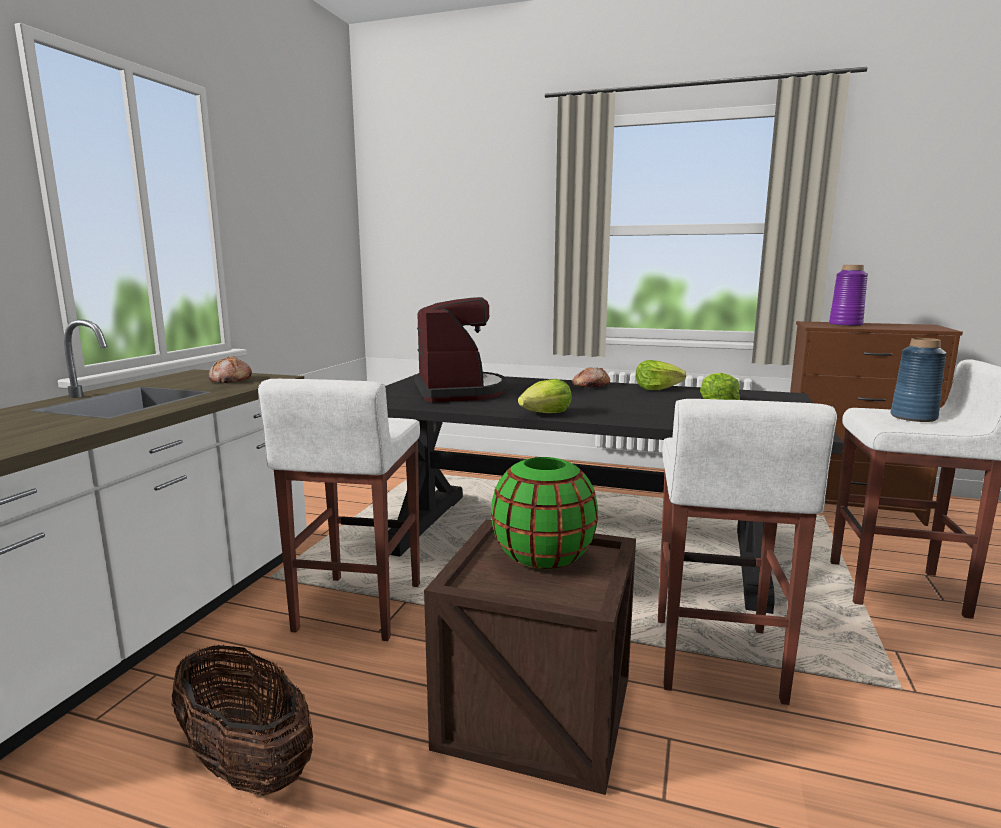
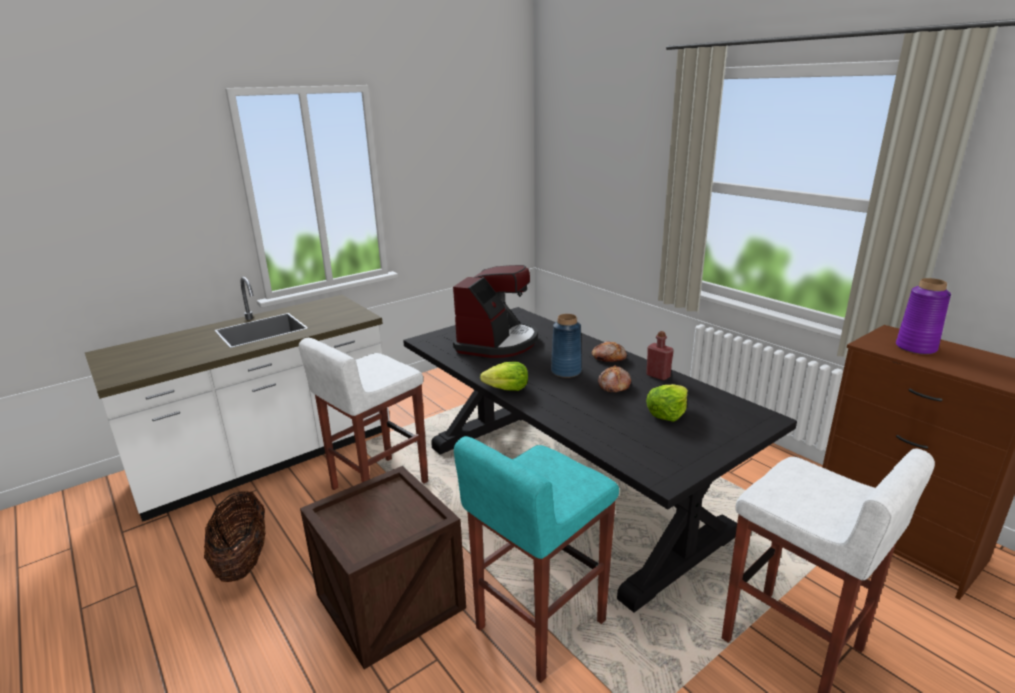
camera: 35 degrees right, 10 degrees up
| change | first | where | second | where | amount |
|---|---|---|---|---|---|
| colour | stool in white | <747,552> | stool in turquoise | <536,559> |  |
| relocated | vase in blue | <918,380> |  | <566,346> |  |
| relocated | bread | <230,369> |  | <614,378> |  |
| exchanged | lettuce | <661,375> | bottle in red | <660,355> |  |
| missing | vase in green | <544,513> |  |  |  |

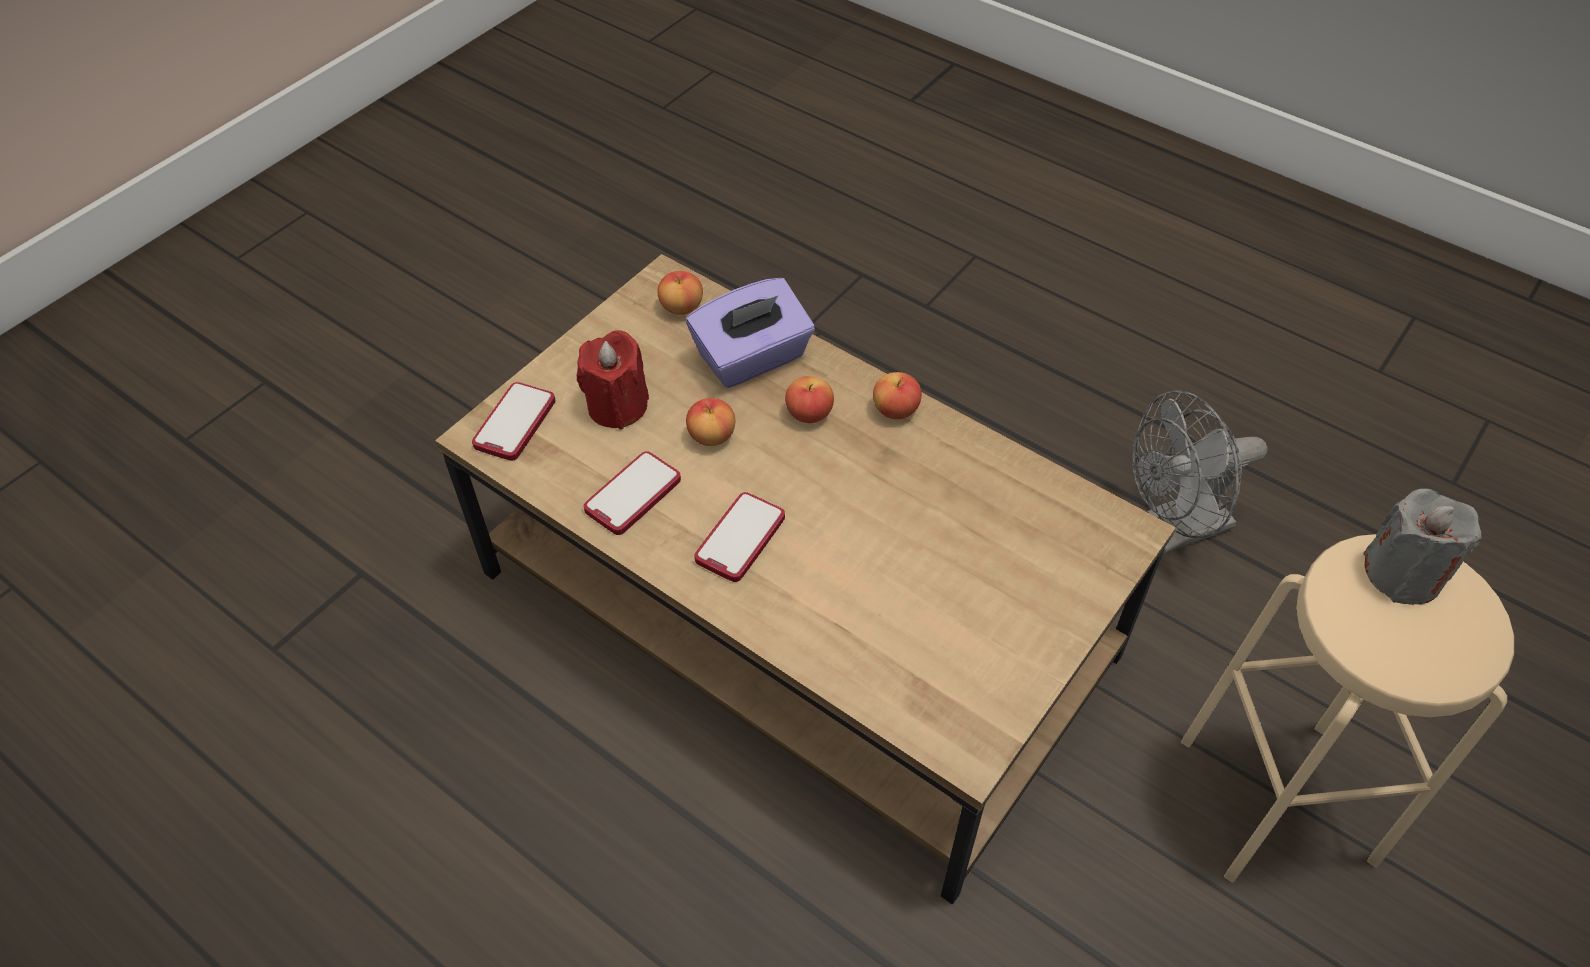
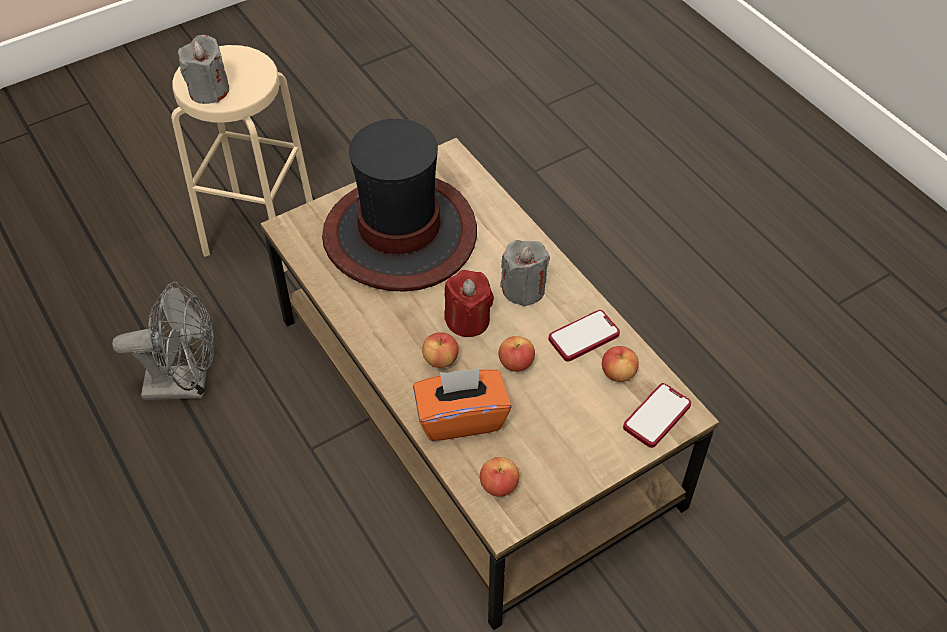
camera: 160 degrees left, 0 degrees up
| change | first | where | second | where | amount |
|---|---|---|---|---|---|
| appeared |  |  | hat | <399,205> |  |
| colour | tissue box in purple | <750,333> | tissue box in orange | <462,404> |  |
| relocated | candle in red | <613,380> |  | <469,303> |  |
| exchanged | phone | <739,537> | candle in grey | <525,273> |  |
| relocated | apple | <897,395> |  | <620,364> |  |

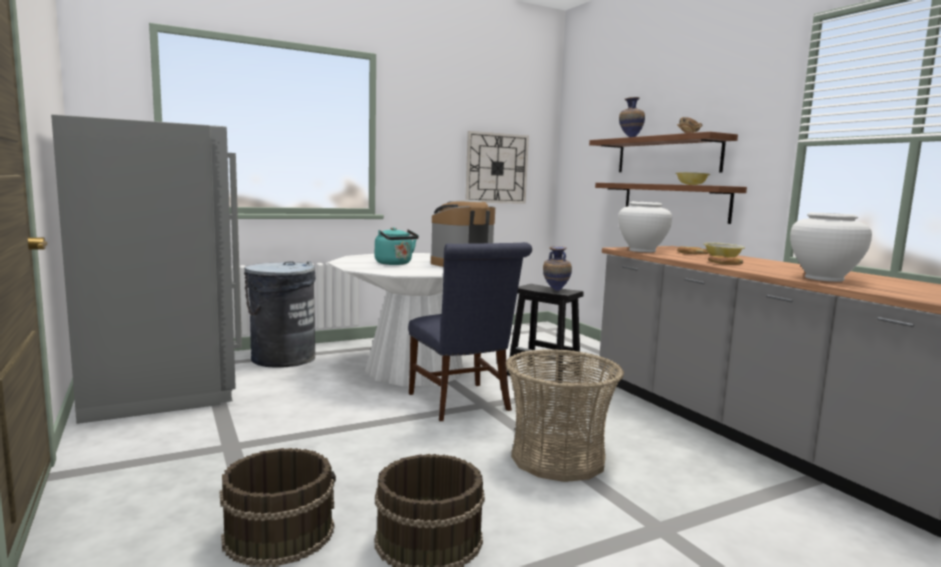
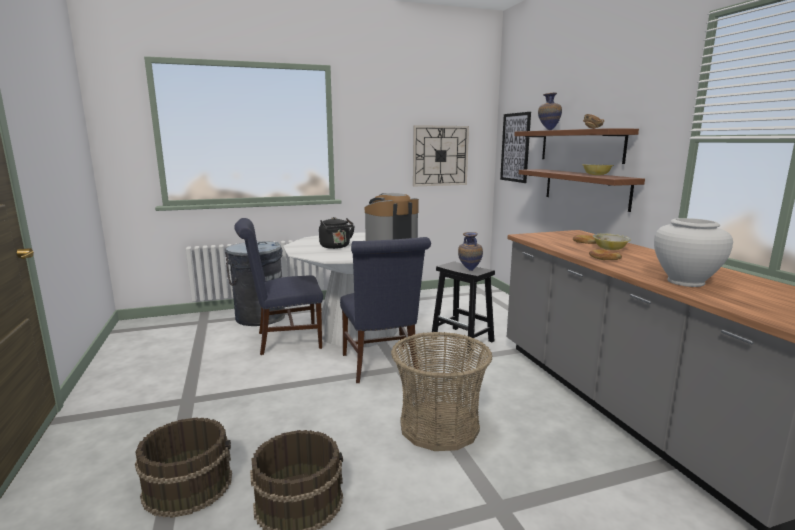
camera: 10 degrees right, 5 degrees up
| change | first | where | second | where | amount |
|---|---|---|---|---|---|
| appeared |  |  | chair in blue | <278,286> |  |
| colour | kettle in turquoise | <397,246> | kettle in black | <337,233> |  |
| appeared |  |  | picture | <515,147> |  |
| missing | fridge in grey | <146,269> |  |  |  |
| missing | vase in white | <645,226> |  |  |  |

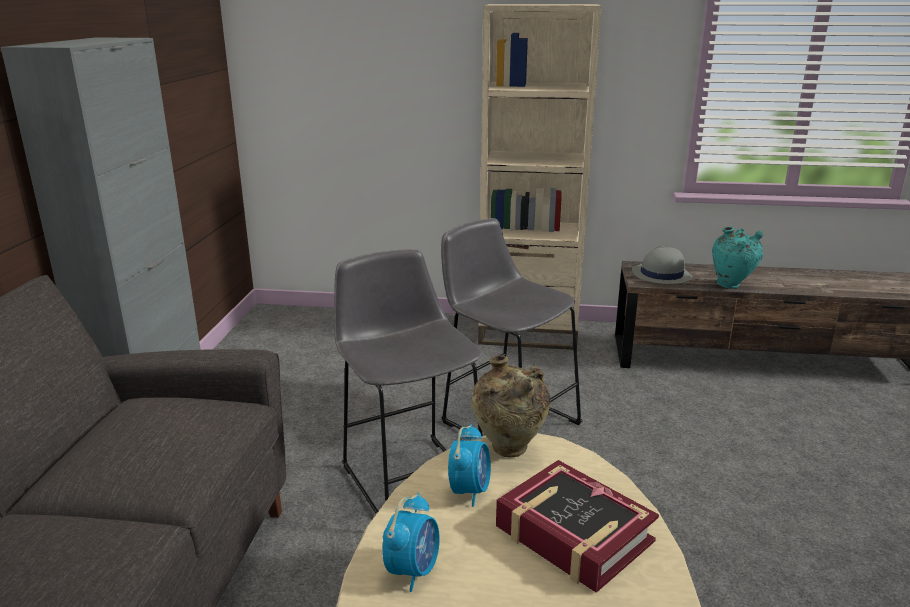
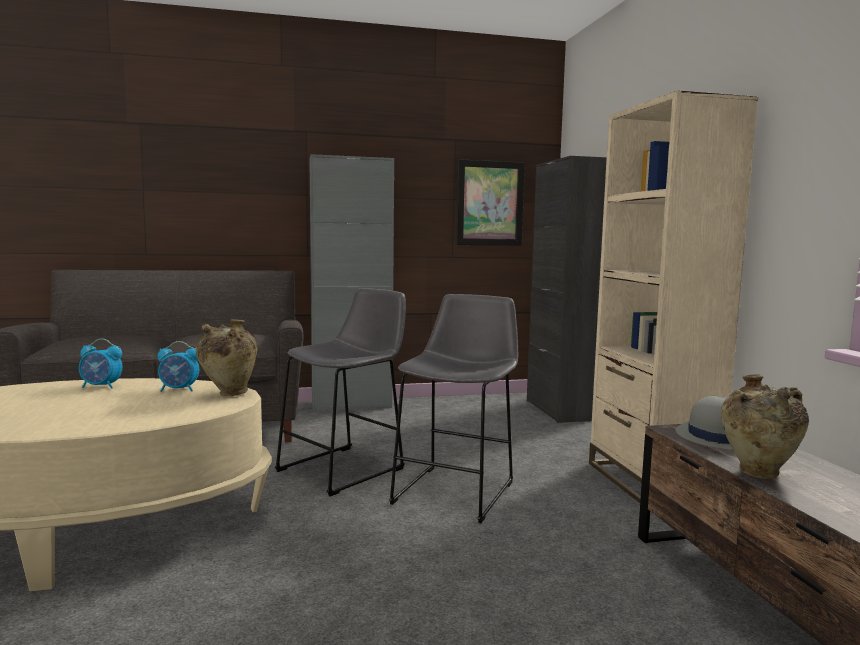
camera: 70 degrees right, 15 degrees down
| change | first | where | second | where | amount |
|---|---|---|---|---|---|
| appeared |  |  | picture | <490,202> |  |
| appeared |  |  | cabinet in black | <567,289> |  |
| colour | vase in turquoise | <737,258> | vase in beige | <765,426> |  |
| missing | book | <577,526> |  |  |  |

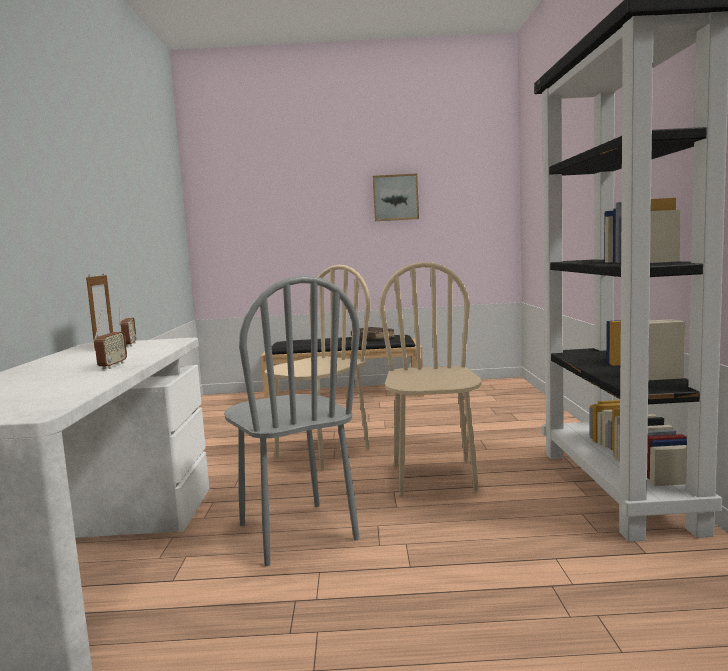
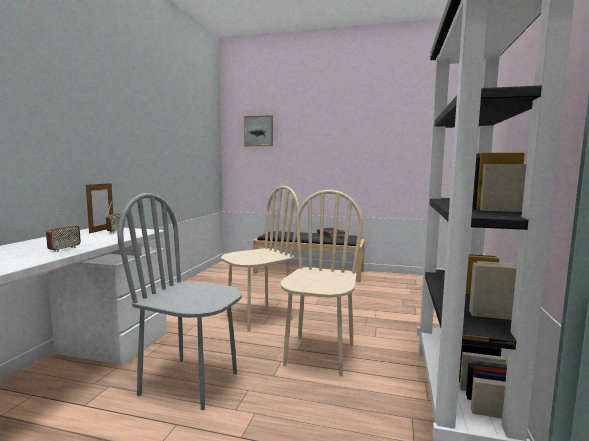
camera: 15 degrees right, 0 degrees up
| change | first | where | second | where | amount |
|---|---|---|---|---|---|
| spun | chair in grey | <292,420> |  | <179,301> | 120 degrees clockwise |
| relocated | picture | <396,197> |  | <258,130> |  |

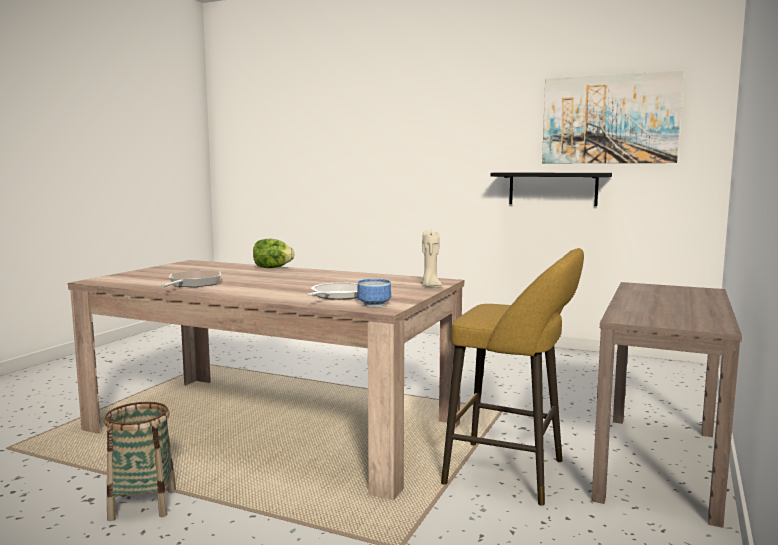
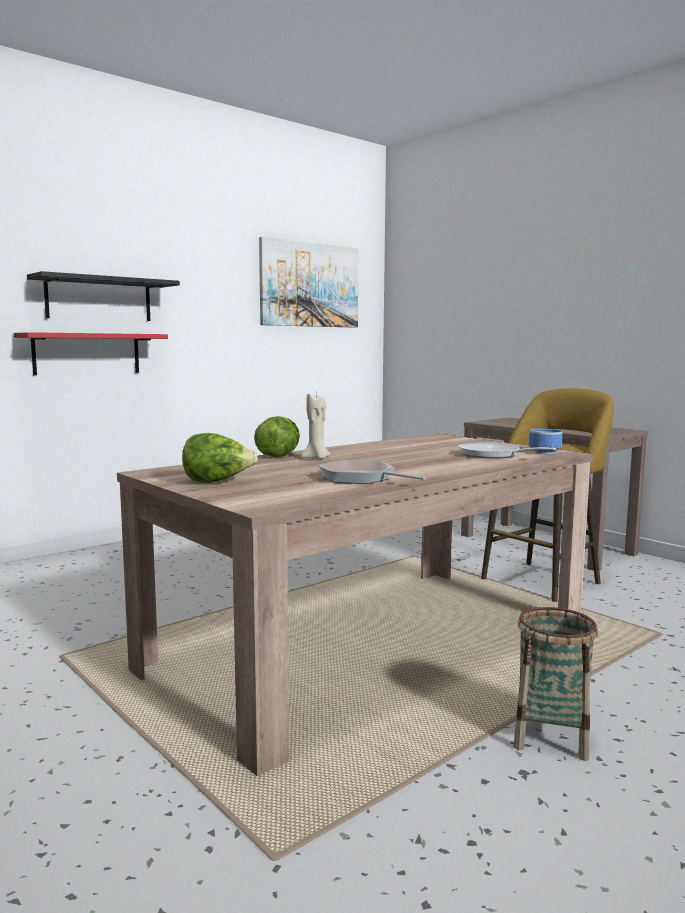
camera: 65 degrees left, 0 degrees up
| change | first | where | second | where | amount |
|---|---|---|---|---|---|
| appeared |  |  | shelf in red | <91,353> |  |
| relocated | shelf in black | <551,189> |  | <103,296> |  |
| appeared |  |  | lettuce | <220,458> |  |
| relocated | candle in beige | <431,258> |  | <316,426> |  |

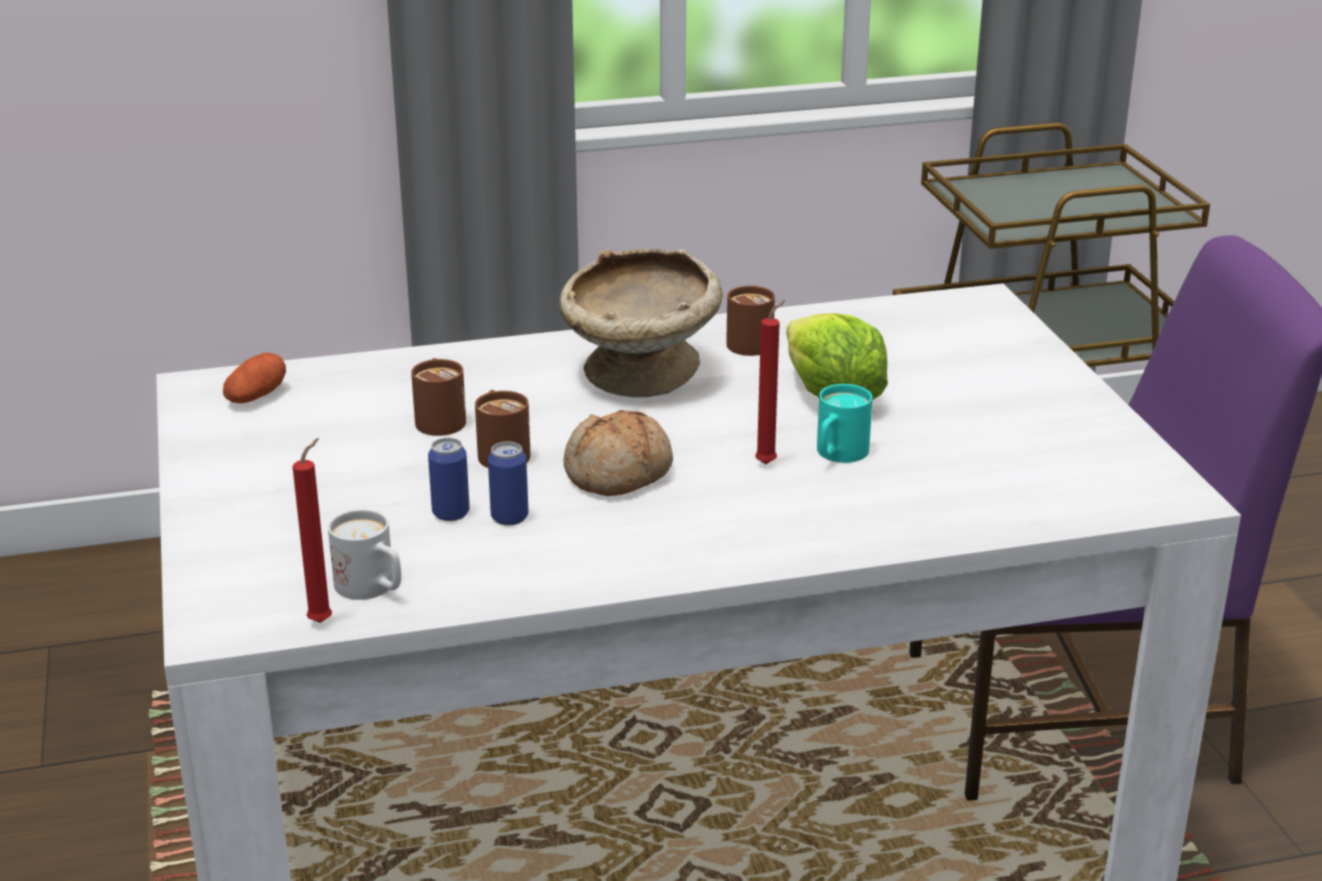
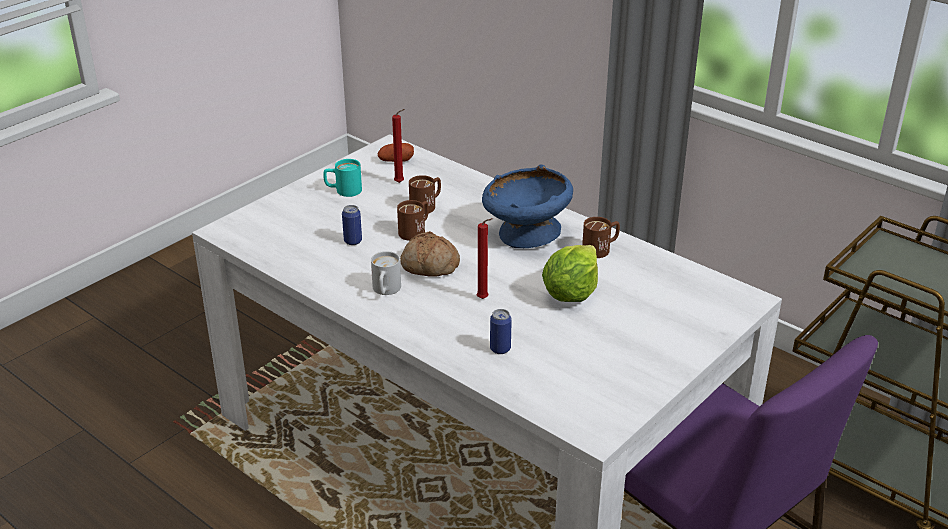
camera: 55 degrees right, 5 degrees up
| change | first | where | second | where | amount |
|---|---|---|---|---|---|
| relocated | mug in turquoise | <845,423> |  | <342,178> |  |
| relocated | mug in white | <364,554> |  | <386,273> |  |
| relocated | candle in red | <312,530> |  | <398,146> |  |
| colour | bowl in beige | <641,323> | bowl in blue | <527,206> |  |
| relocated | can | <508,483> |  | <501,331> |  |

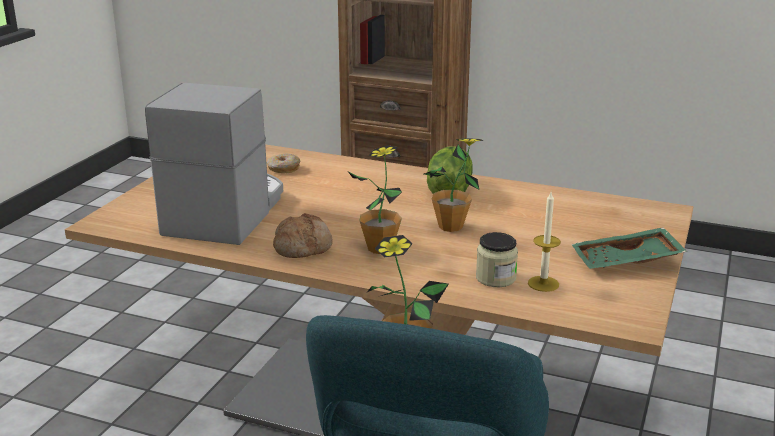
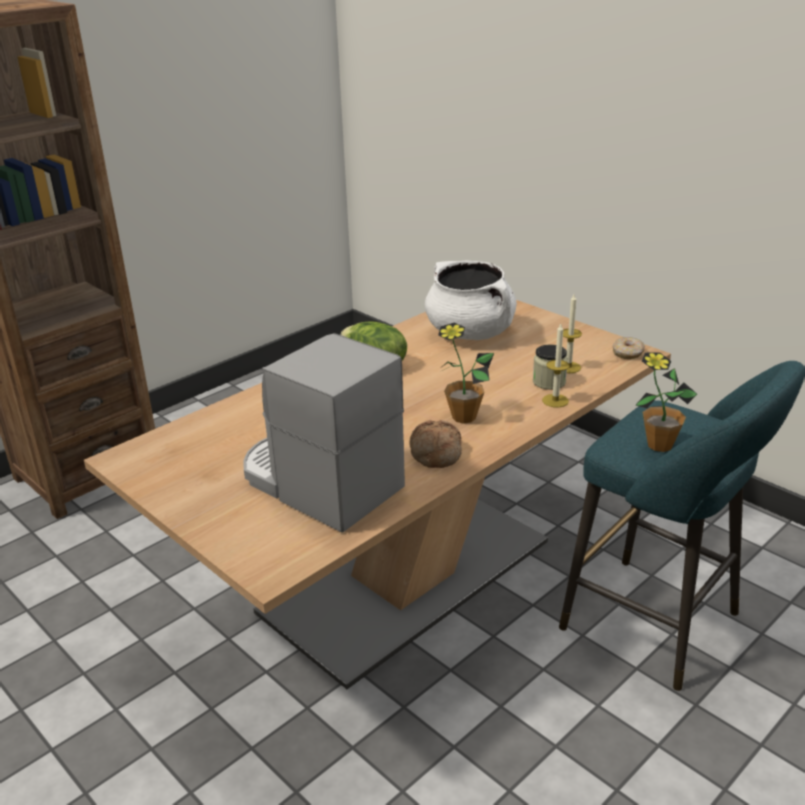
camera: 65 degrees left, 5 degrees up
| change | first | where | second | where | amount |
|---|---|---|---|---|---|
| appeared |  |  | cooking pot in white | <471,300> |  |
| appeared |  |  | candle | <556,365> |  |
| relocated | donut | <284,163> |  | <628,348> |  |
| missing | potted plant | <454,185> |  |  |  |
| missing | tray in green | <629,248> |  |  |  |

